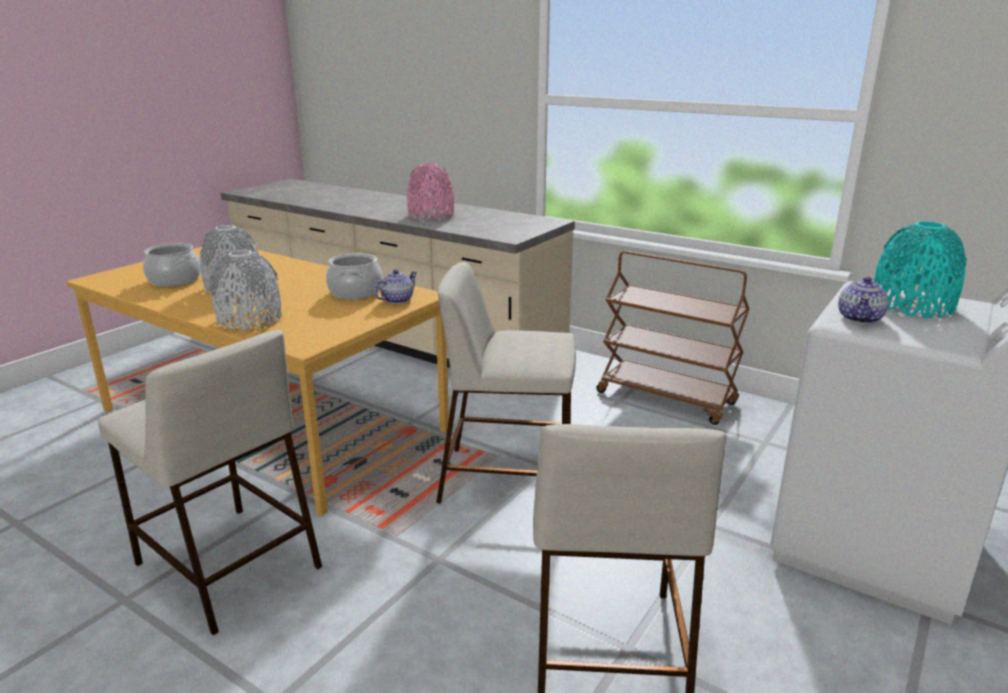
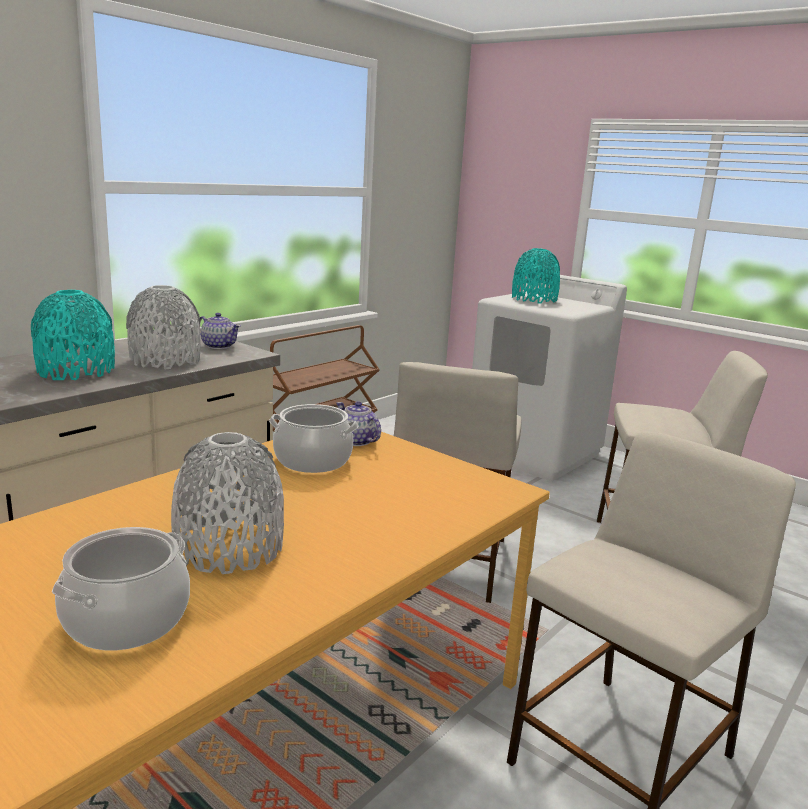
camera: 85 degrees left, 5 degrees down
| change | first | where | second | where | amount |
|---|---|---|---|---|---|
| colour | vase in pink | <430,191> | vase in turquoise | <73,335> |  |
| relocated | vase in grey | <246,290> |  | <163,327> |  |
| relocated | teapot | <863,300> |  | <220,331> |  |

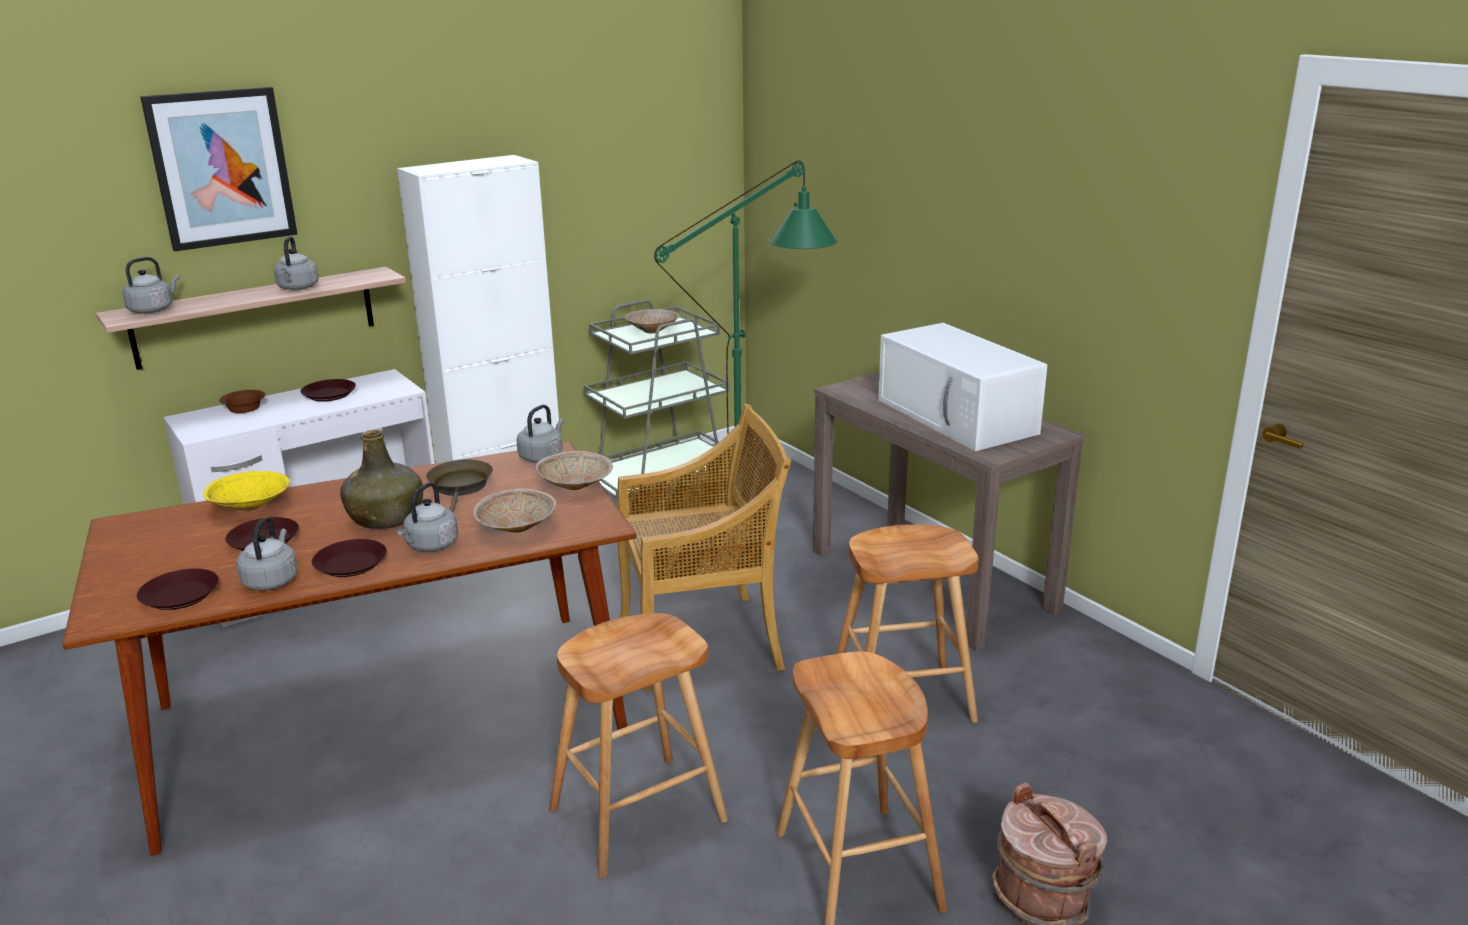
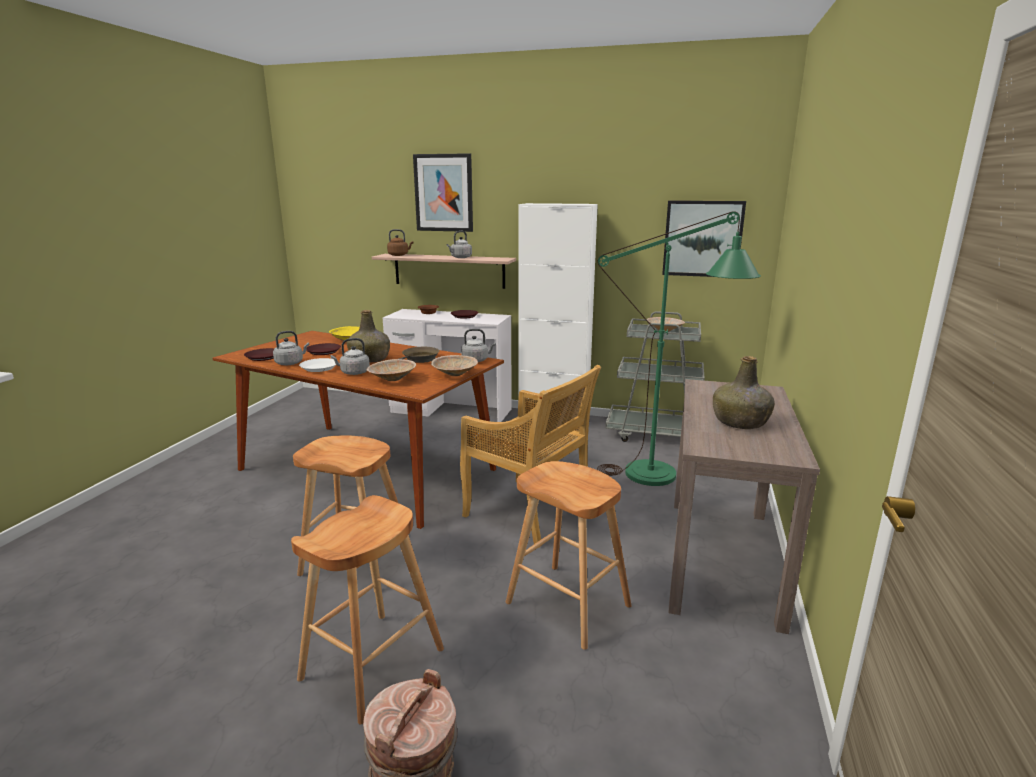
camera: 50 degrees right, 5 degrees down
| change | first | where | second | where | amount |
|---|---|---|---|---|---|
| colour | plate in brown | <349,558> | plate in white | <318,365> |  |
| colour | kettle in grey | <151,285> | kettle in brown | <400,242> |  |
| appeared |  |  | picture | <704,238> |  |
| exchanged | microwave in white | <962,387> | bottle in green | <744,392> |  |

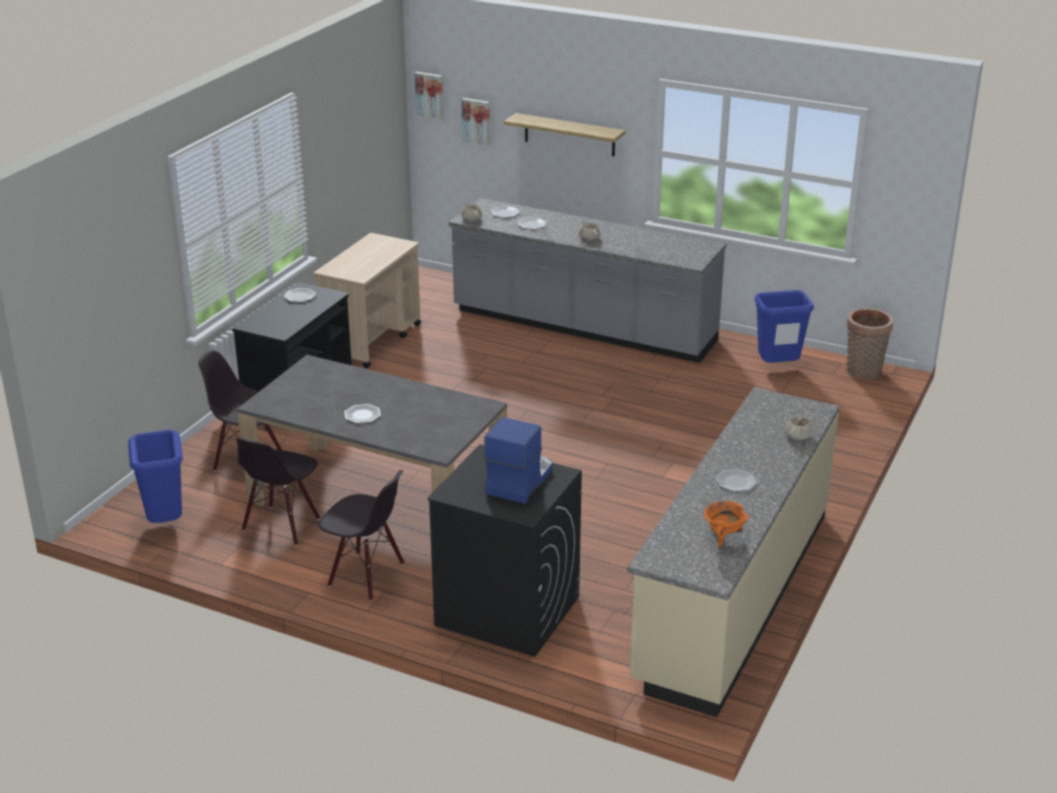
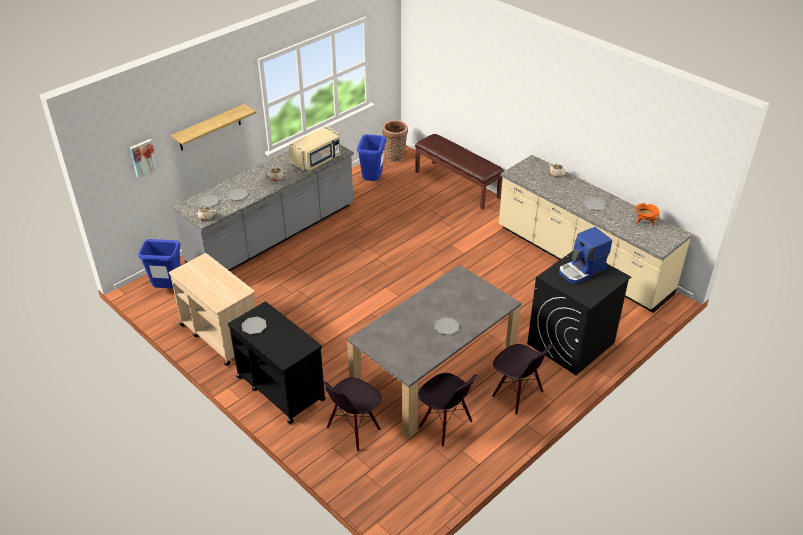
camera: 70 degrees left, 10 degrees up
| change | first | where | second | where | amount |
|---|---|---|---|---|---|
| relocated | trash can in blue | <155,476> |  | <159,263> |  |
| appeared |  |  | microwave in beige | <315,148> |  |
| appeared |  |  | bench in brown | <459,171> |  |
| spun | chair in black | <362,535> |  | <522,379> | 90 degrees clockwise |
| spun | coffee machine | <518,460> |  | <585,255> | 75 degrees counterclockwise |
| missing | picture | <429,95> |  |  |  |

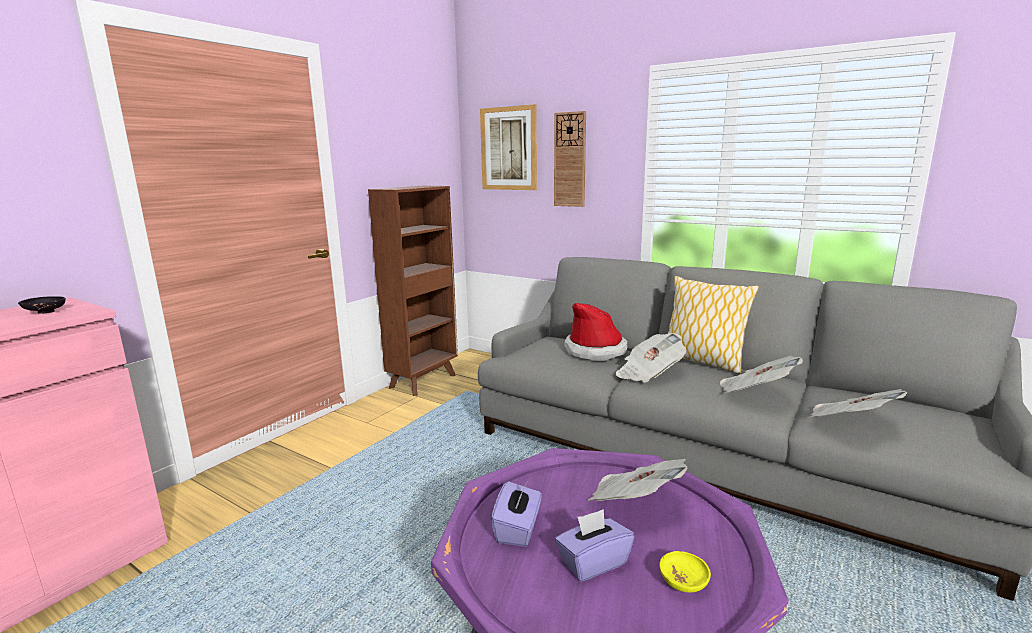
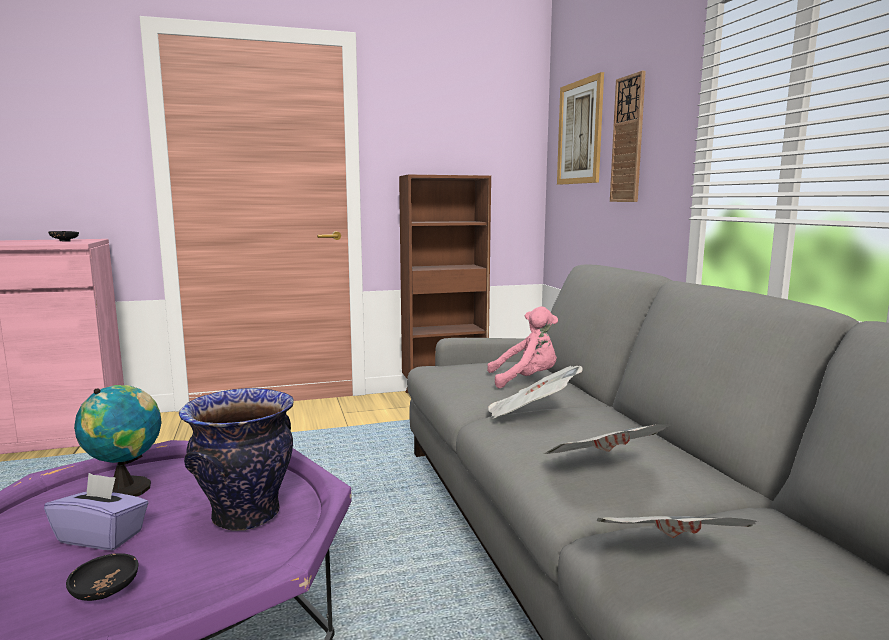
camera: 40 degrees right, 5 degrees down
| change | first | where | second | where | amount |
|---|---|---|---|---|---|
| colour | bowl in yellow | <685,572> | bowl in black | <102,577> |  |
| exchanged | tissue box in purple | <516,514> | globe | <118,441> |  |
| exchanged | newspaper | <637,480> | vase | <236,459> |  |
| exchanged | hat | <595,332> | plush toy in pink | <522,347> |  |
| missing | pillow | <713,325> |  |  |  |

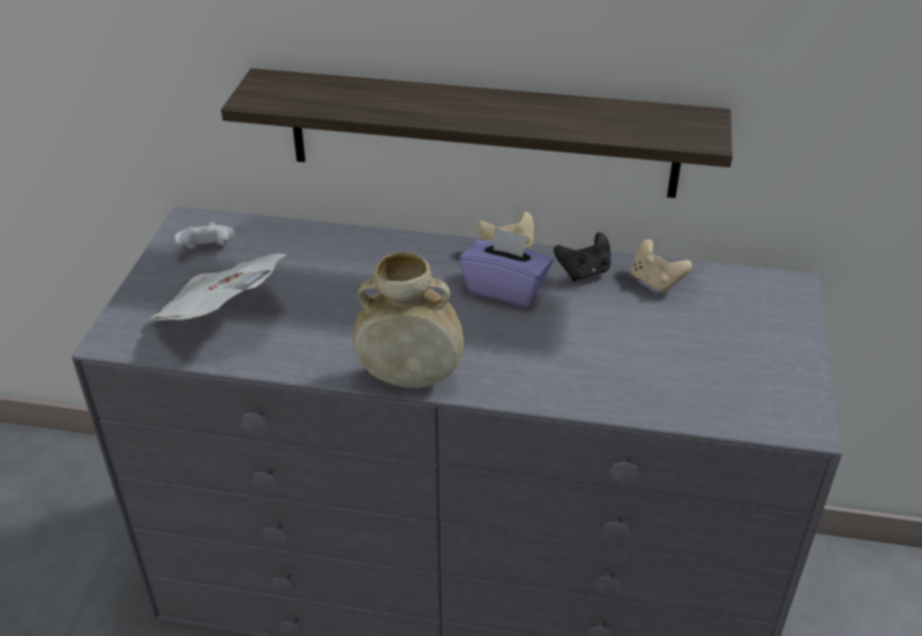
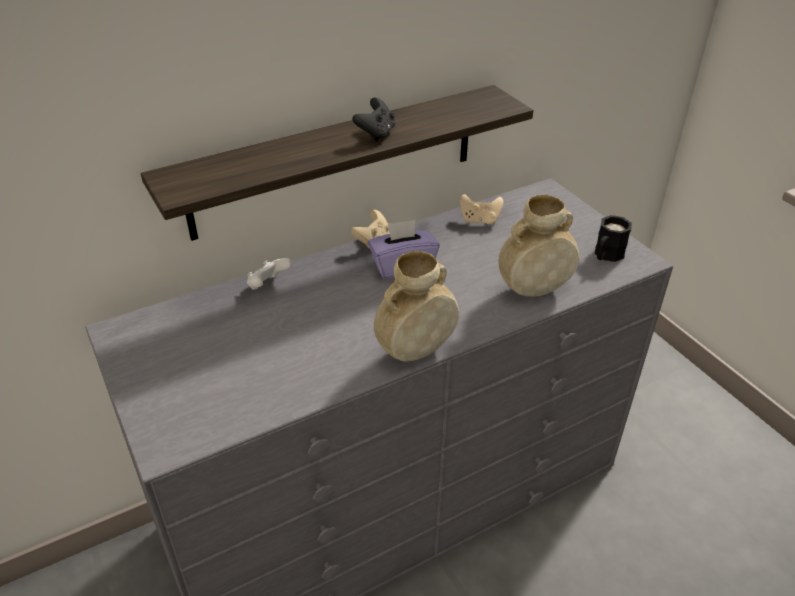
camera: 40 degrees left, 0 degrees up
| change | first | where | second | where | amount |
|---|---|---|---|---|---|
| relocated | game controller in white | <205,235> |  | <269,274> |  |
| relocated | game controller in black | <582,256> |  | <373,119> |  |
| appeared |  |  | vase in beige | <539,246> |  |
| appeared |  |  | mug in black | <613,238> |  |
| missing | newspaper | <218,287> |  |  |  |

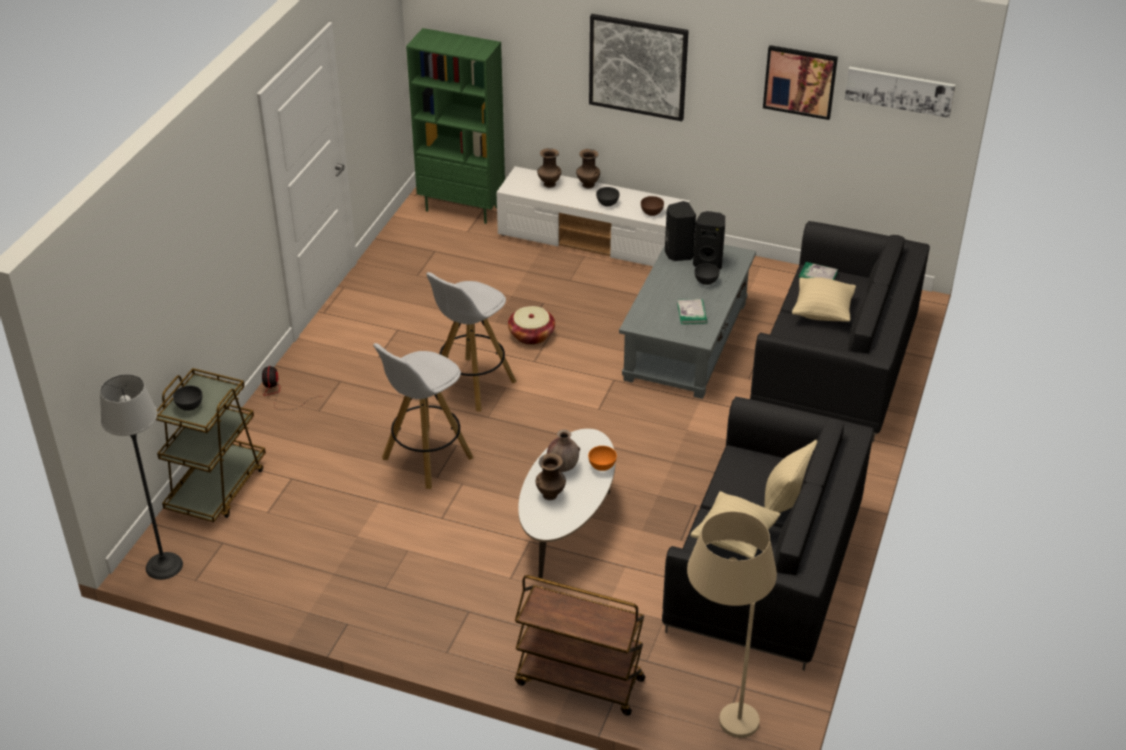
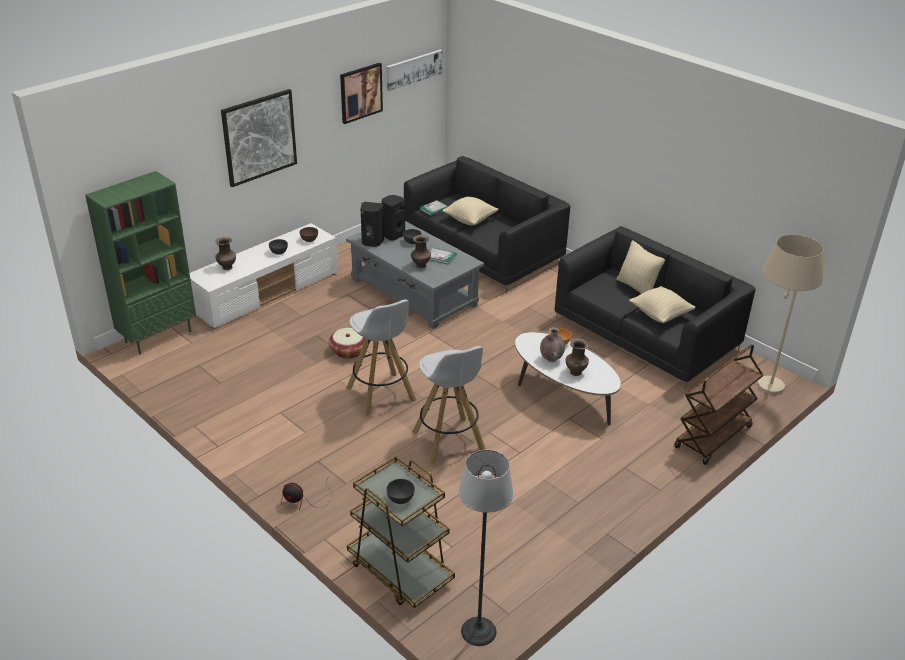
camera: 65 degrees left, 5 degrees down
| change | first | where | second | where | amount |
|---|---|---|---|---|---|
| relocated | vase in brown | <588,169> |  | <421,251> |  |

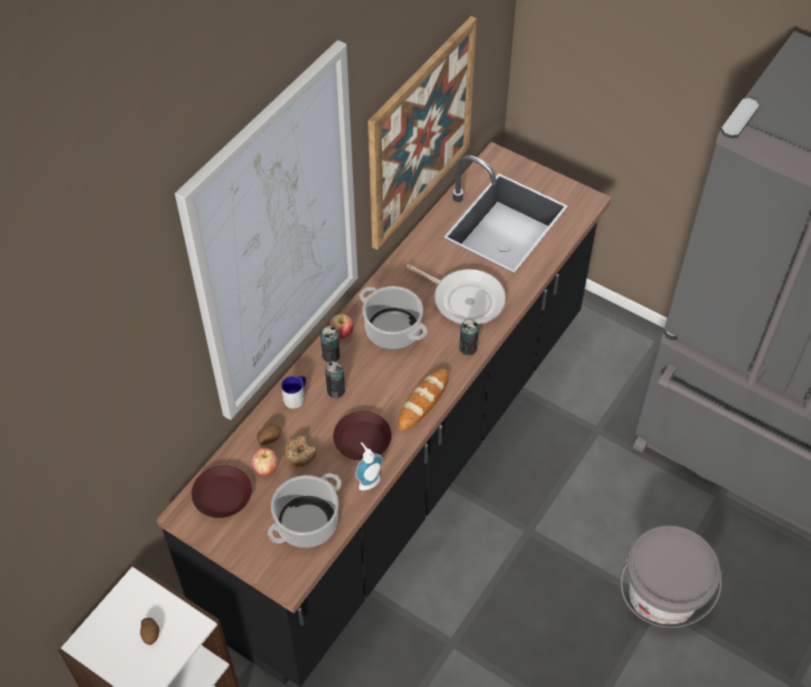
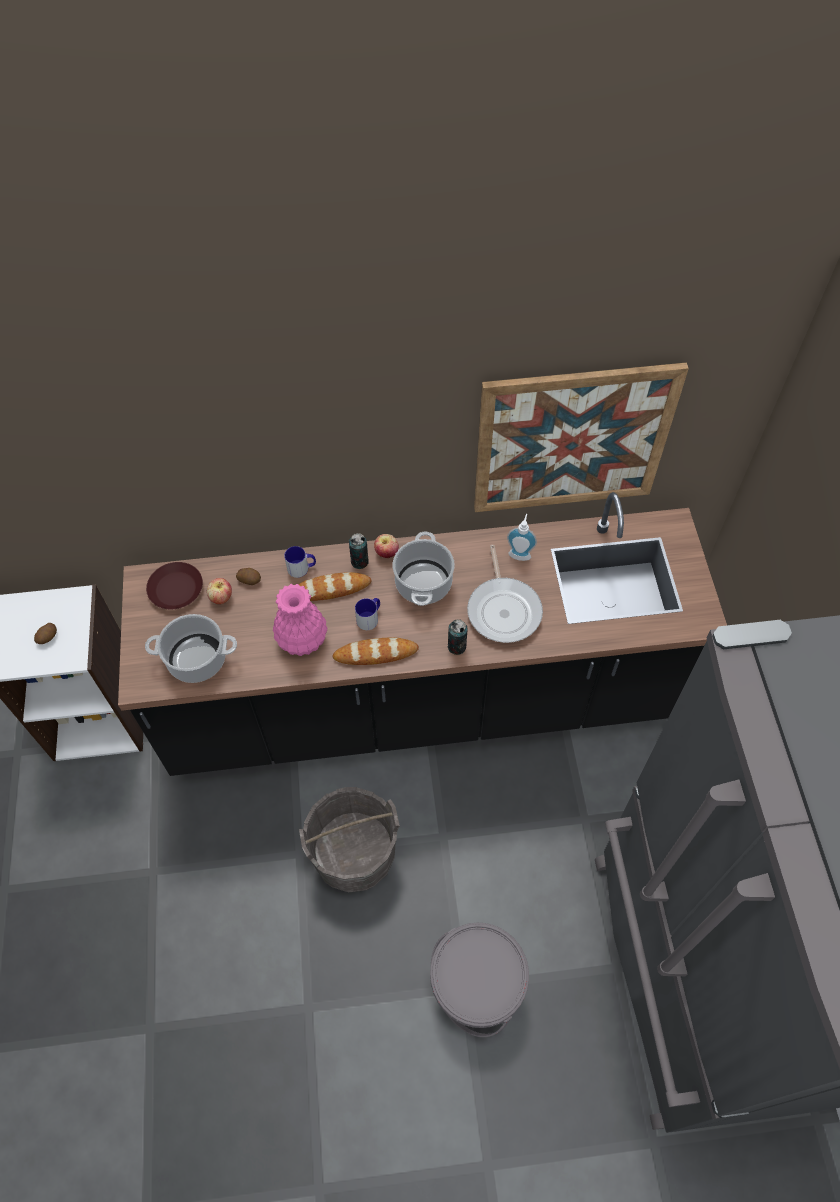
camera: 50 degrees right, 5 degrees up
| change | first | where | second | where | amount |
|---|---|---|---|---|---|
| exchanged | plate in brown | <362,436> | vase in pink | <300,620> |  |
| exchanged | can | <335,379> | bread | <334,586> |  |
| appeared |  |  | bucket in grey | <349,839> |  |
| appeared |  |  | mug | <367,614> |  |
| relocated | soap dispenser | <369,466> |  | <522,537> |  |
| missing | picture | <266,230> |  |  |  |
| missing | donut | <300,451> |  |  |  |

